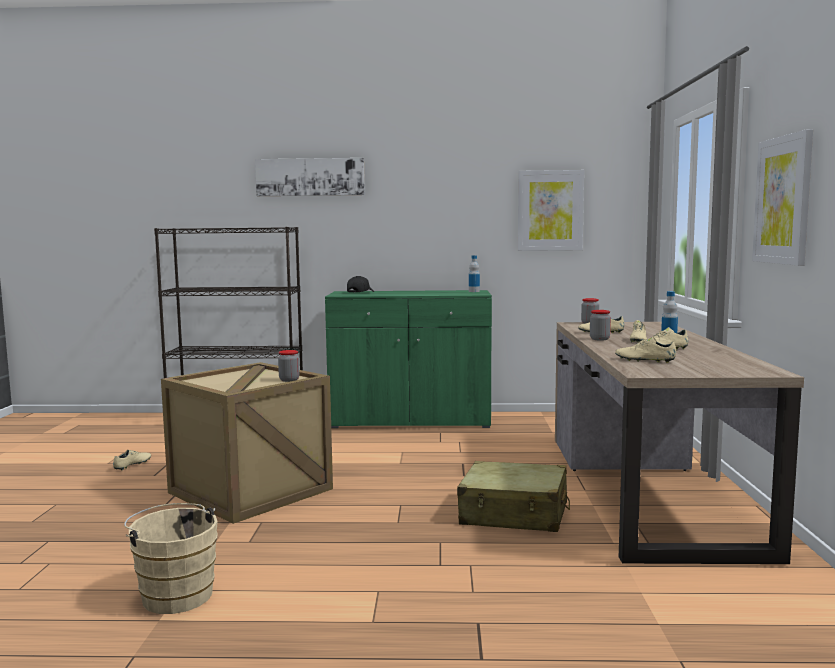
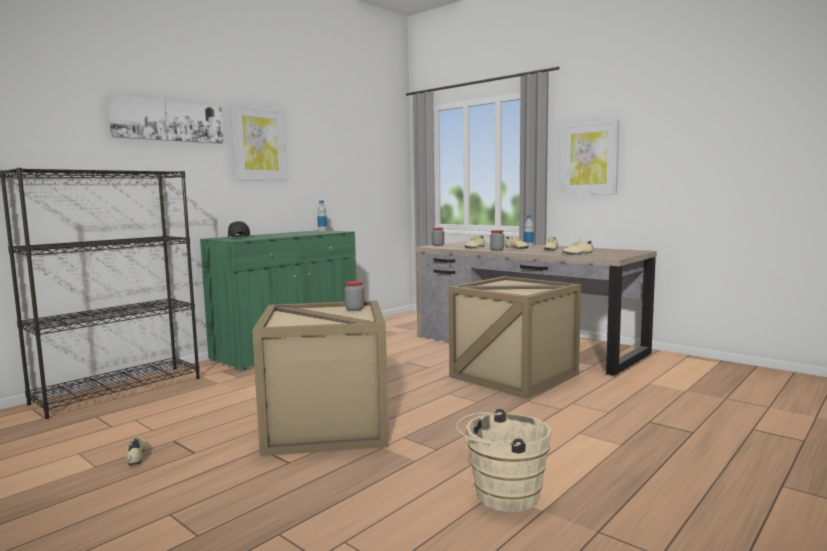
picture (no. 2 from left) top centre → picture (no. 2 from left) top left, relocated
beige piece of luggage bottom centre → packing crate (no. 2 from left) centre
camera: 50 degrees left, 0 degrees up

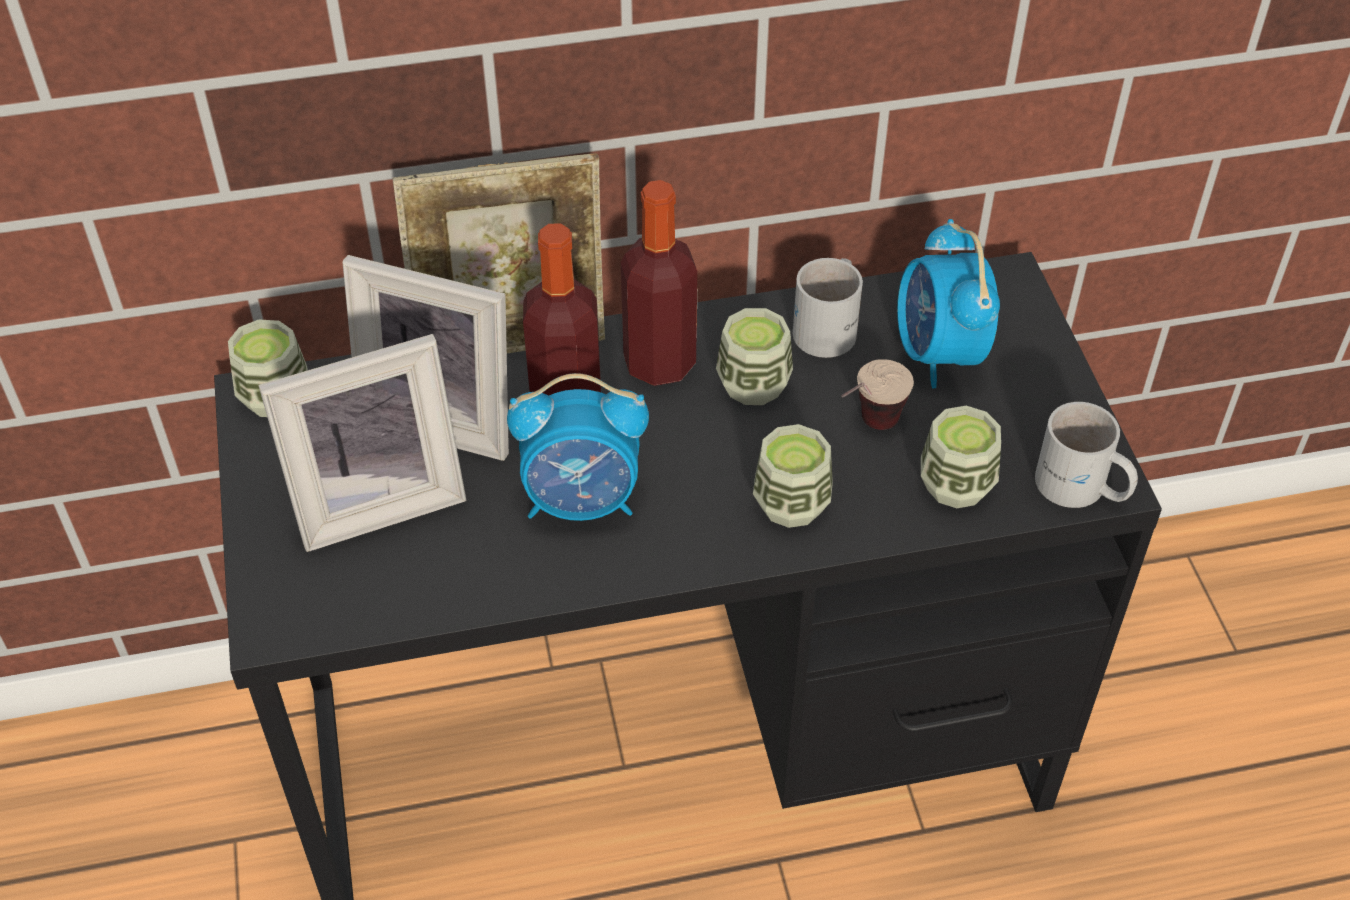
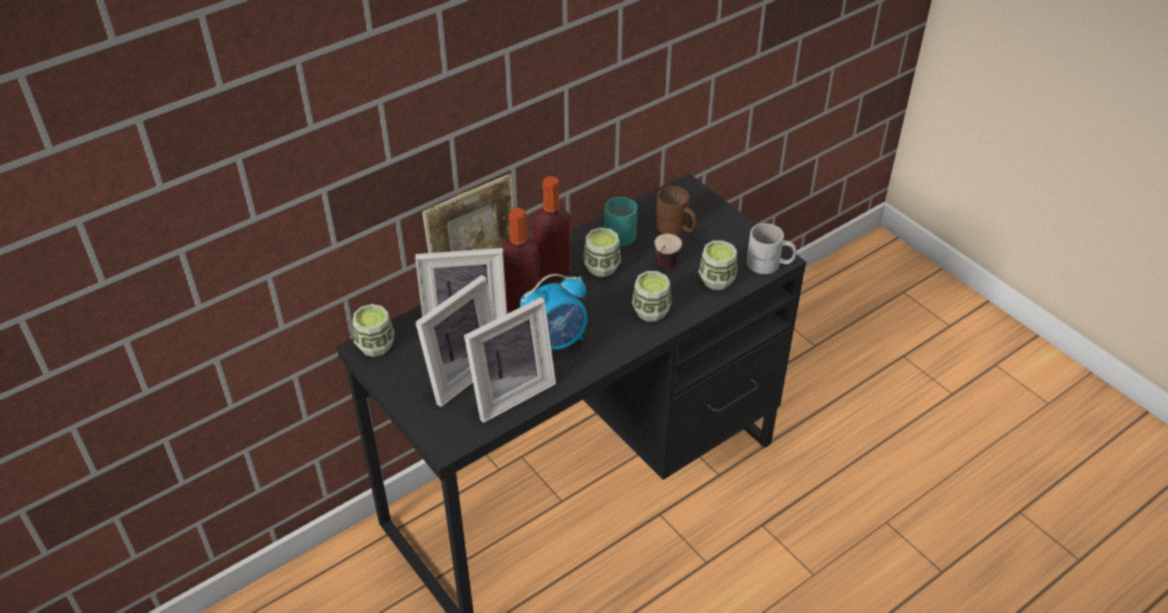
- → standing frame (no. 4 from left) centre
alarm clock (no. 2 from left) middle right → brownish coffee mug centre
white-coloured coffee mug (no. 1 from left) centre → turquoise coffee mug centre
camera: 25 degrees left, 5 degrees down

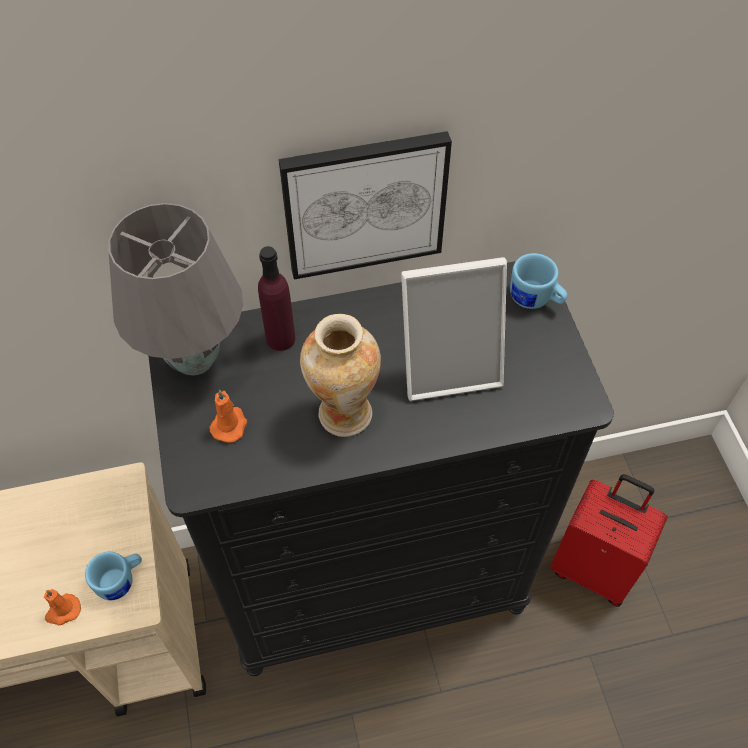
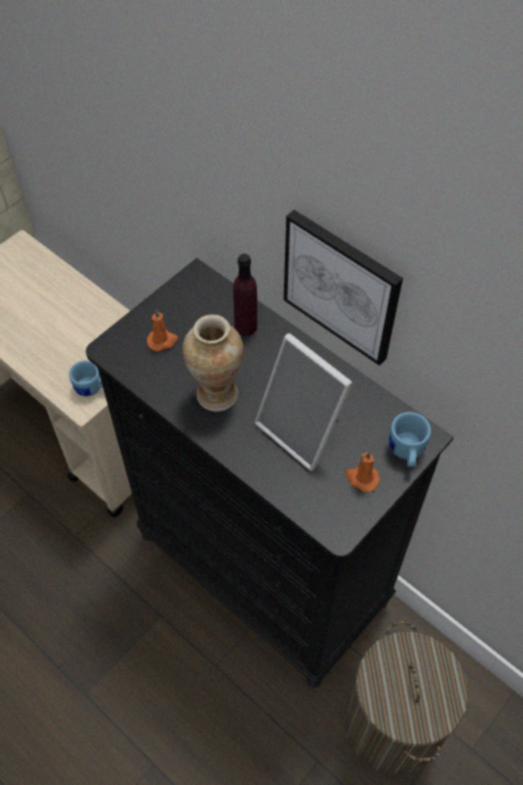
gray lamp for a table middle left → -
orange wax light (no. 1 from left in the first image) bottom left → orange wax light (no. 2 from left) middle right, relocated
red piece of luggage bottom right → hamper bottom right
camera: 55 degrees right, 0 degrees up

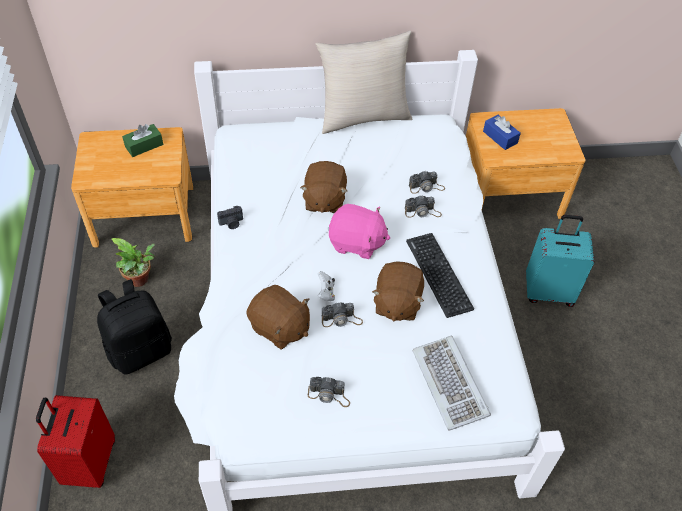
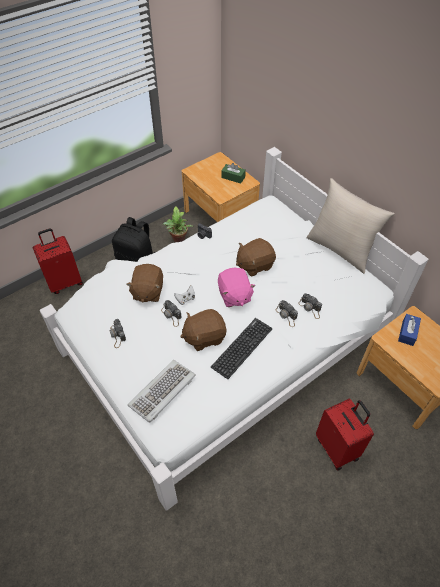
turquoise piece of luggage middle right → red piece of luggage (no. 2 from left) bottom right
camera: 60 degrees right, 0 degrees up

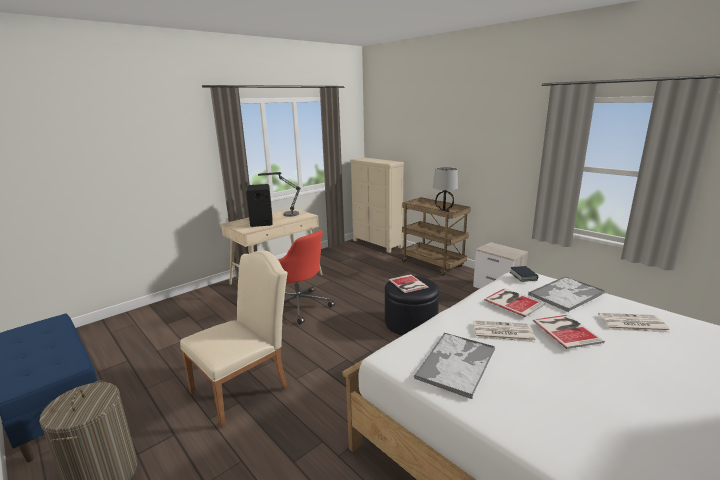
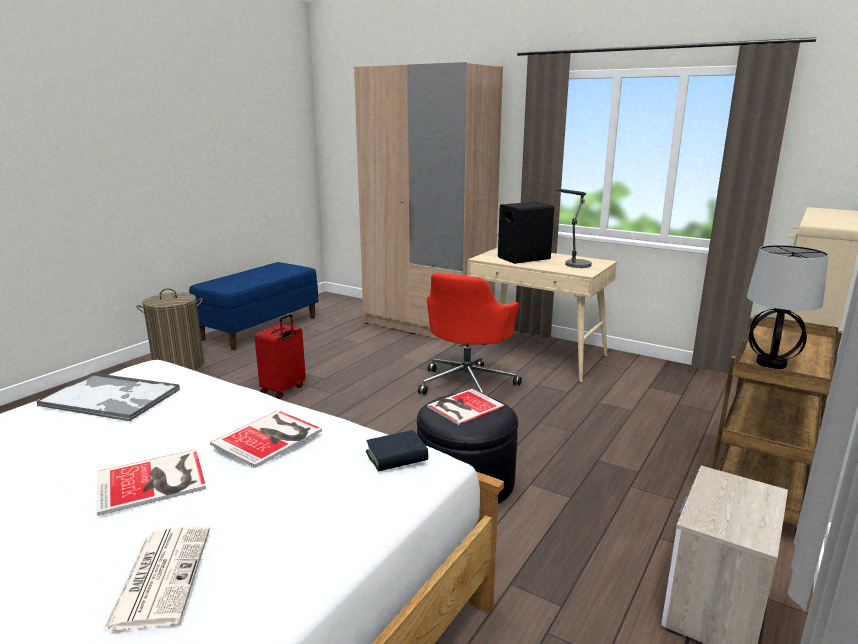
printed paper (no. 1 from left) bottom right → -
carrying tray (no. 2 from left) middle right → -
- → beige armoire top centre
beige upright chair bottom left → red piece of luggage middle left
camera: 75 degrees right, 0 degrees up

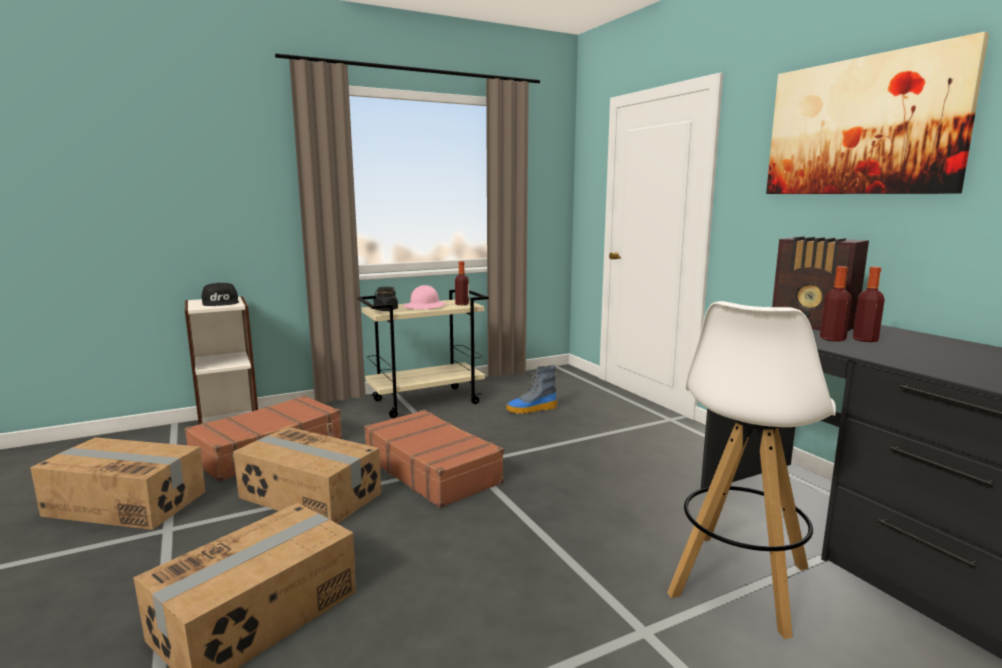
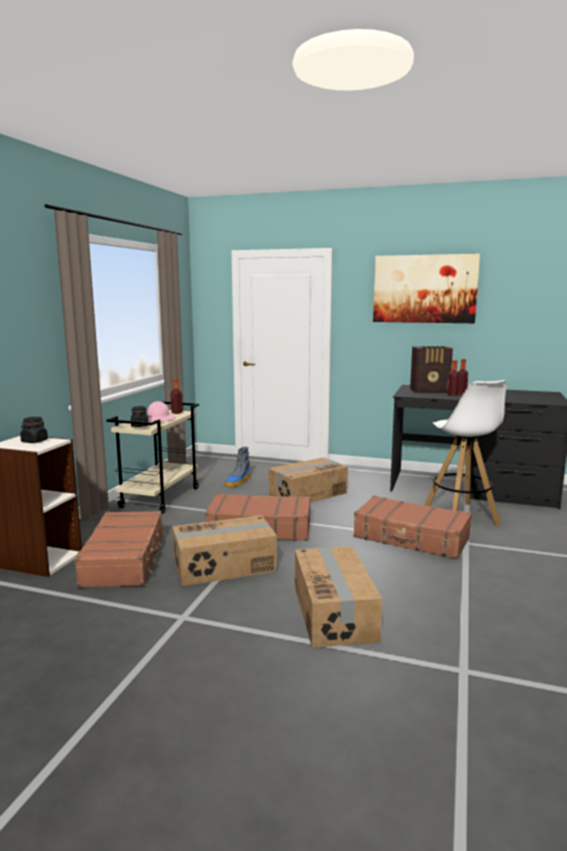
- → brownish piece of luggage (no. 3 from left) middle right
cardboard box (no. 1 from left in the first image) bottom left → cardboard box (no. 2 from left) centre, relocated
black baseball cap middle left → black preserve jar (no. 1 from left) middle left
camera: 45 degrees left, 0 degrees up

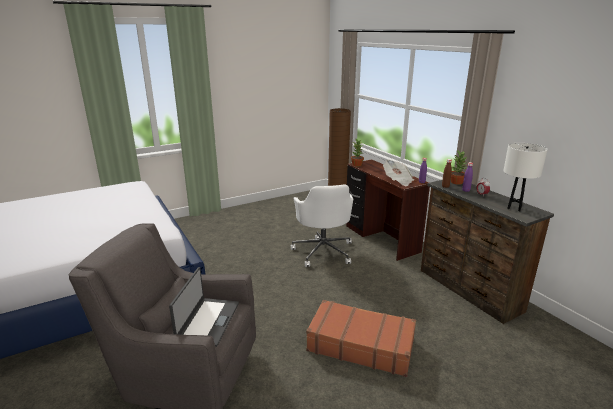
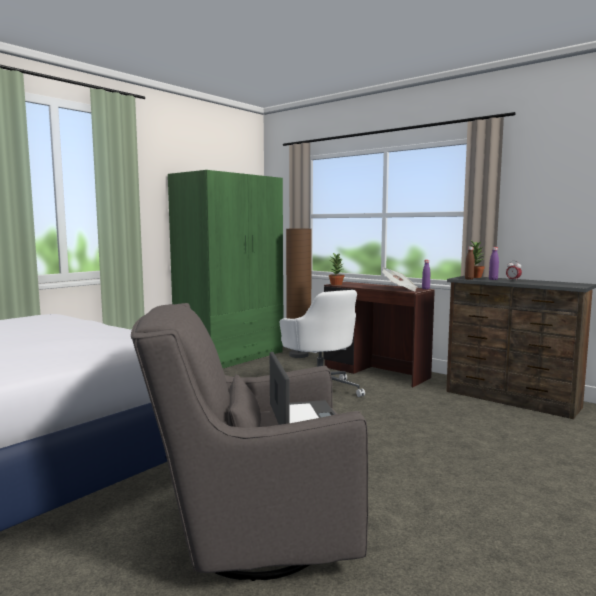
brownish piece of luggage bottom centre → -
white-coloured lamp for a table middle right → -
- → greenish armoire centre
camera: 20 degrees left, 15 degrees down

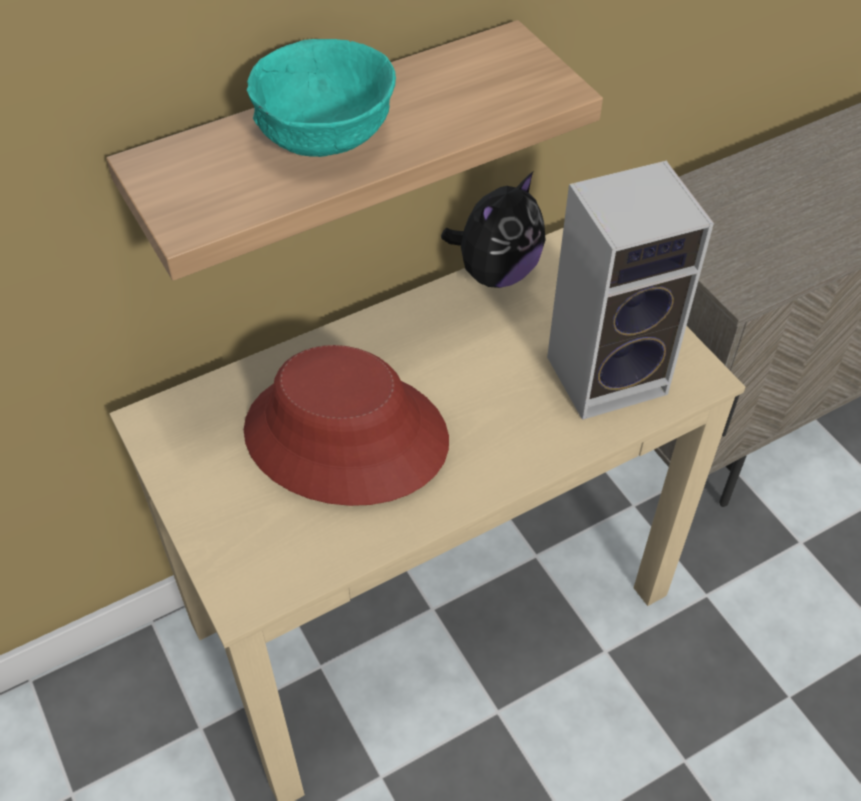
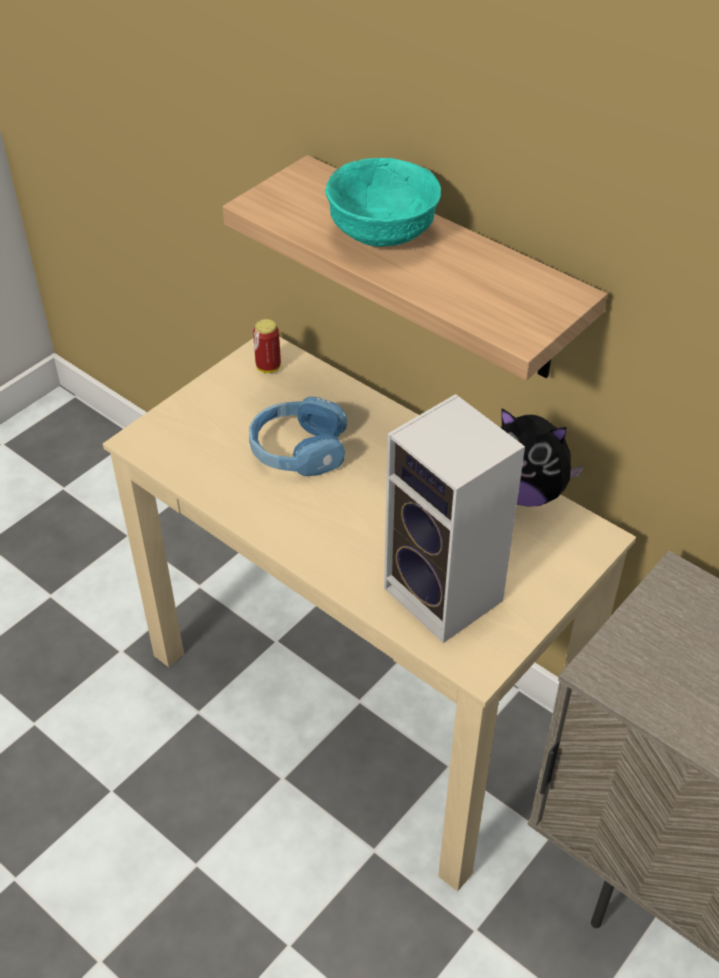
- → can centre
red wearable hat centre → blue-coloured headphones centre
camera: 70 degrees right, 5 degrees down

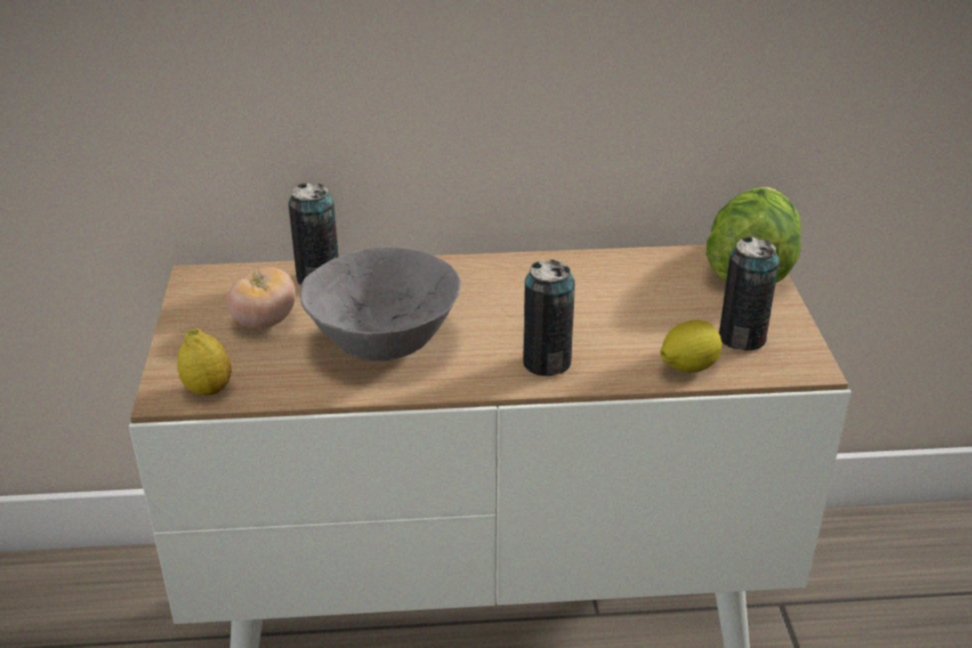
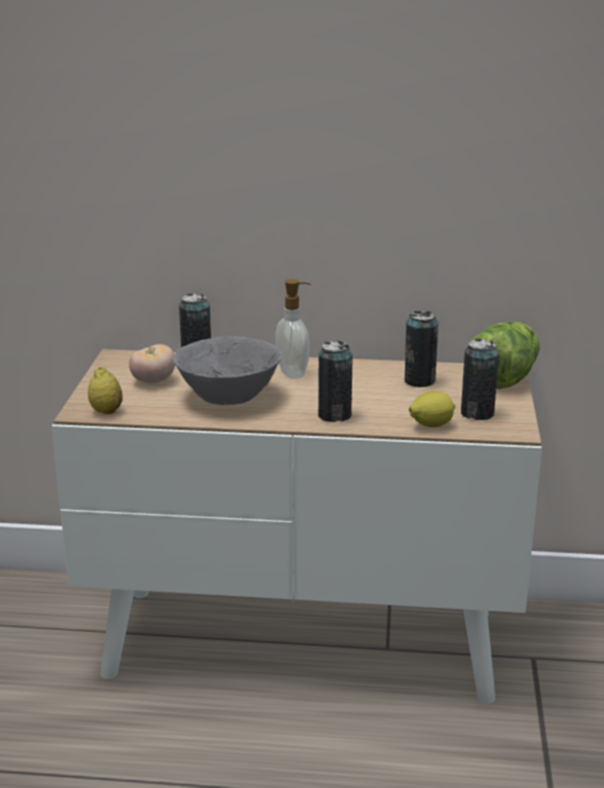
- → liquid soap bottle centre
- → can (no. 3 from left) middle right
camera: 10 degrees right, 10 degrees down

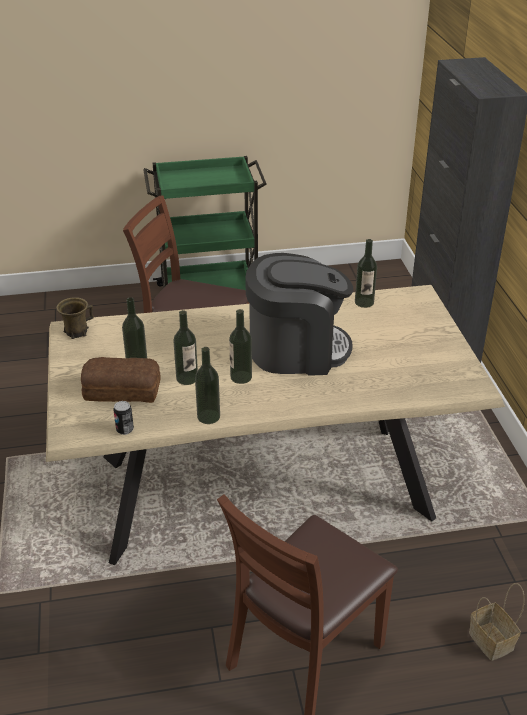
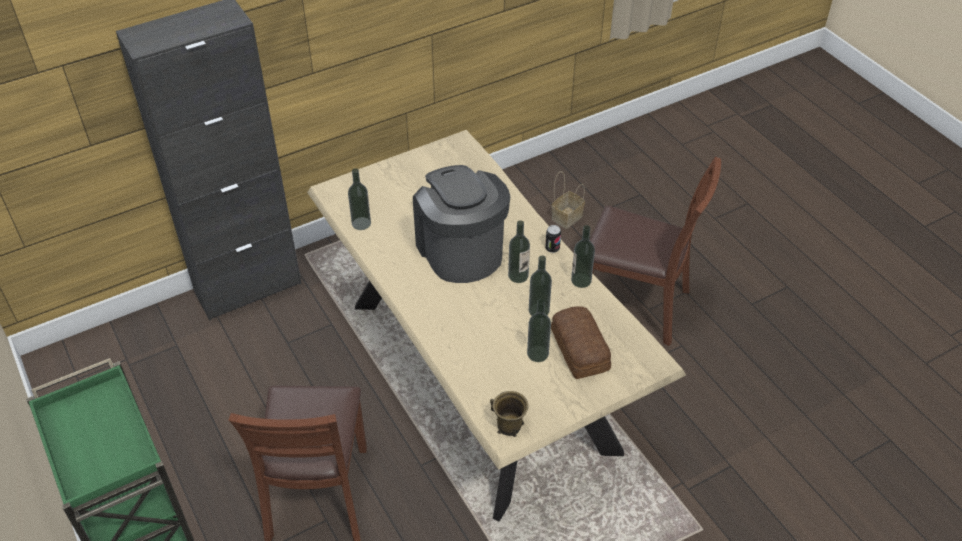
can middle left → can centre, relocated
camera: 110 degrees left, 10 degrees up

